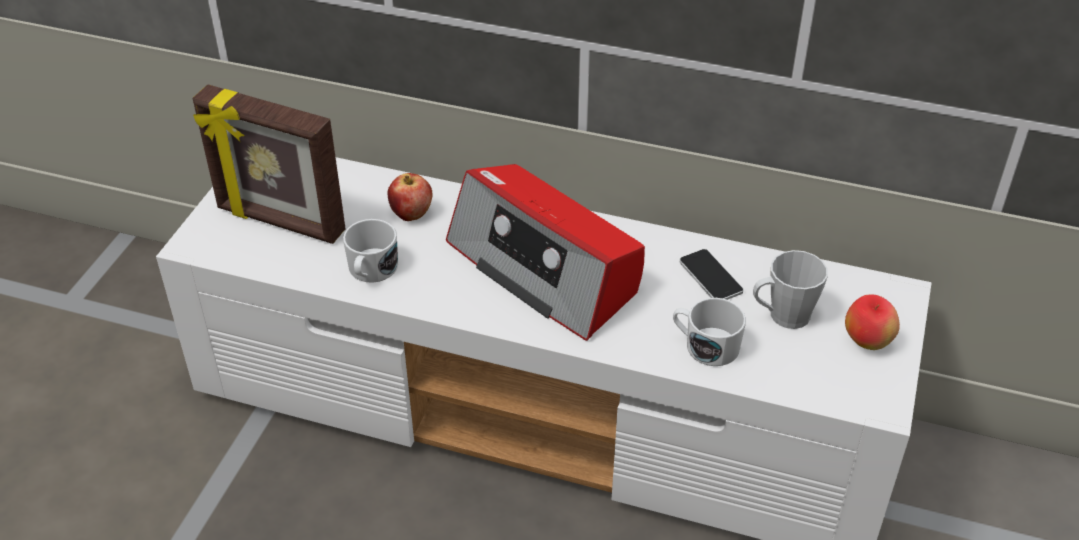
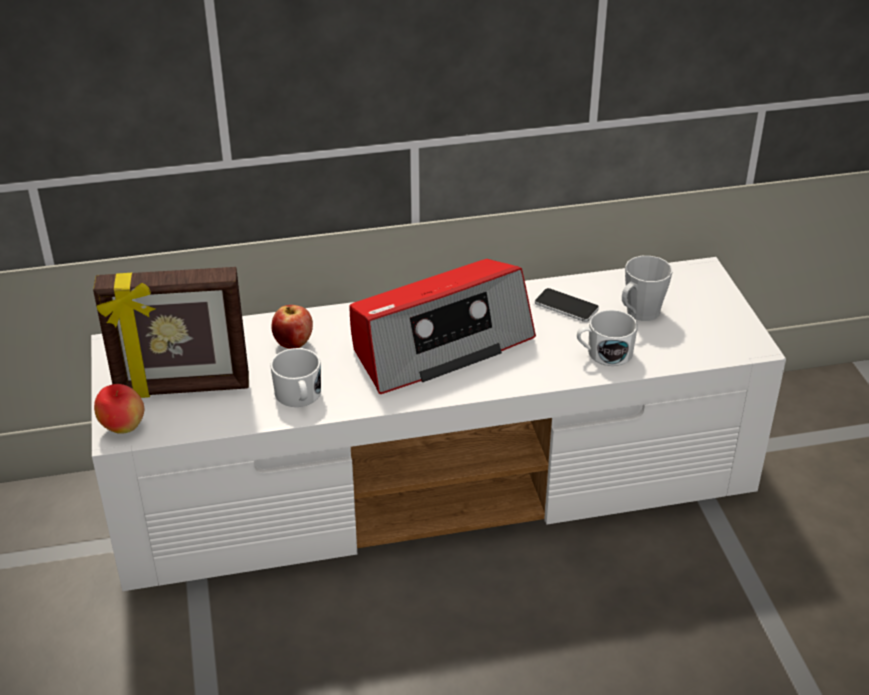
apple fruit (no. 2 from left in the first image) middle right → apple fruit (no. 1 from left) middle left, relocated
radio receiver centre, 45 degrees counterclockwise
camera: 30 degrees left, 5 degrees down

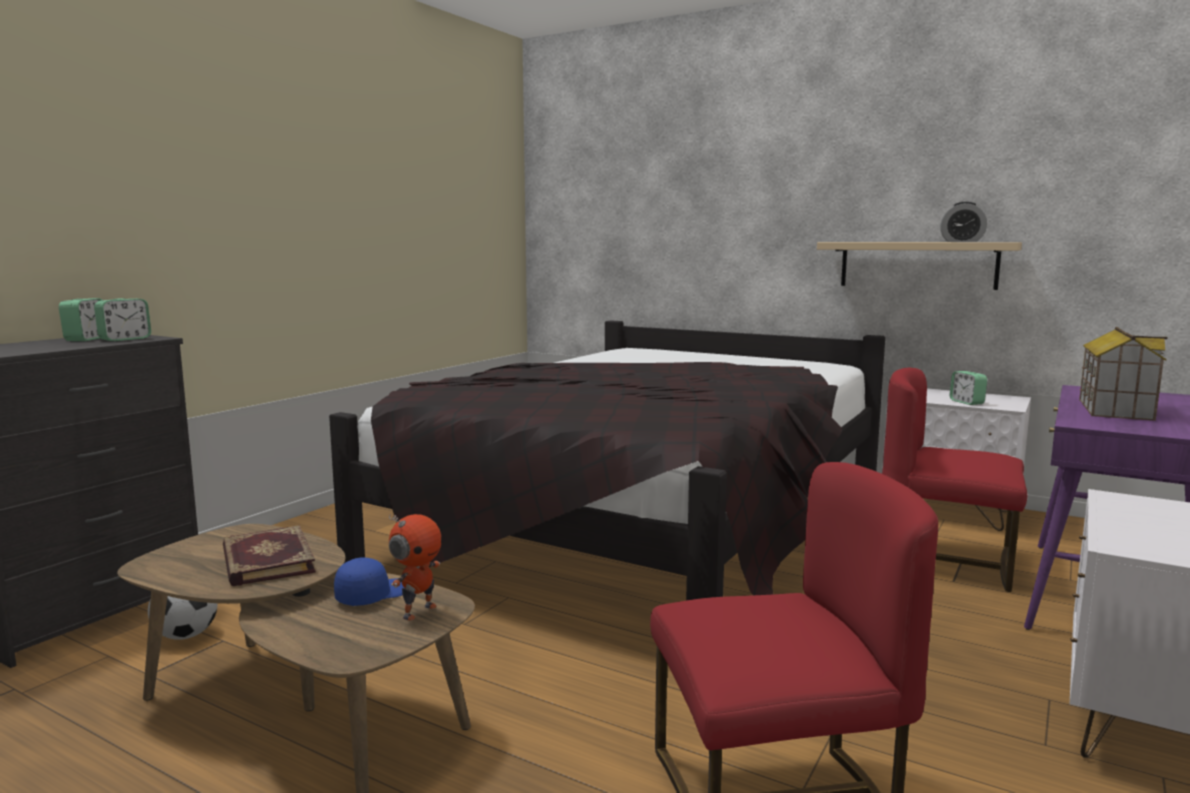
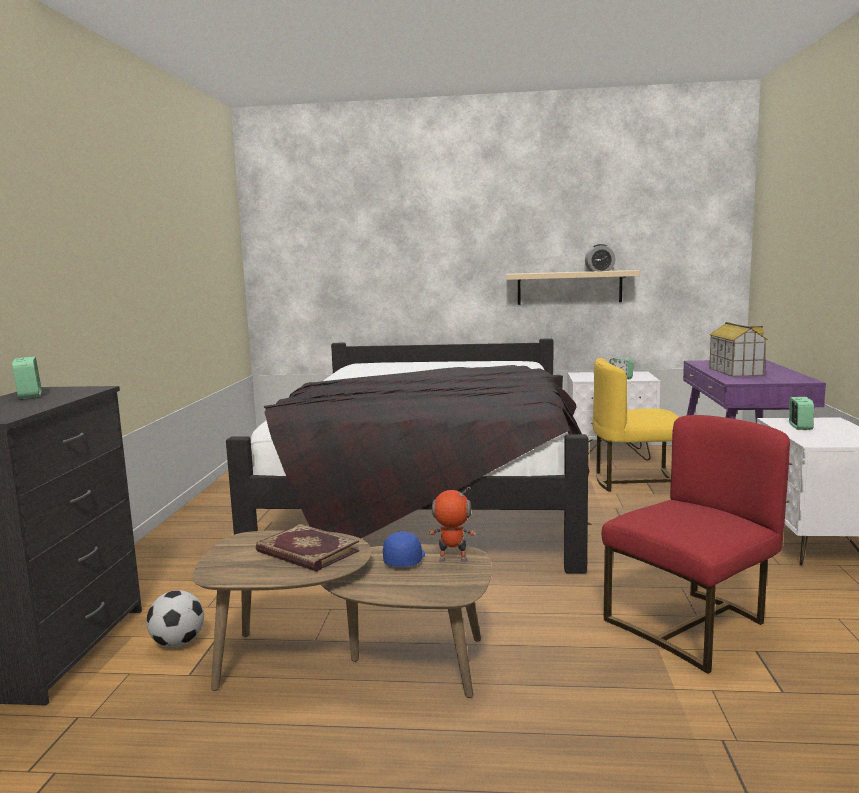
alarm clock (no. 2 from left in the first image) middle left → alarm clock (no. 4 from left) middle right, relocated
red upright chair (no. 2 from left) middle right → yellowish upright chair middle right
robot figure bottom centre → robot figure centre, 90 degrees counterclockwise
camera: 25 degrees left, 0 degrees up

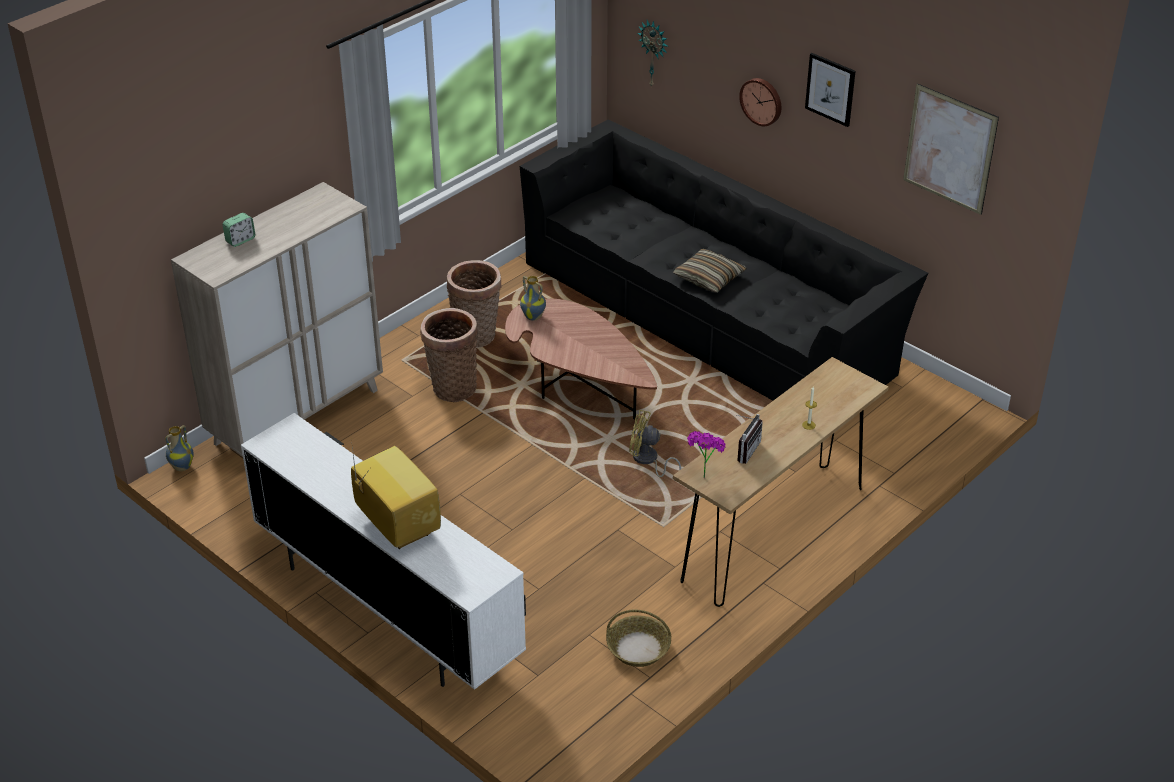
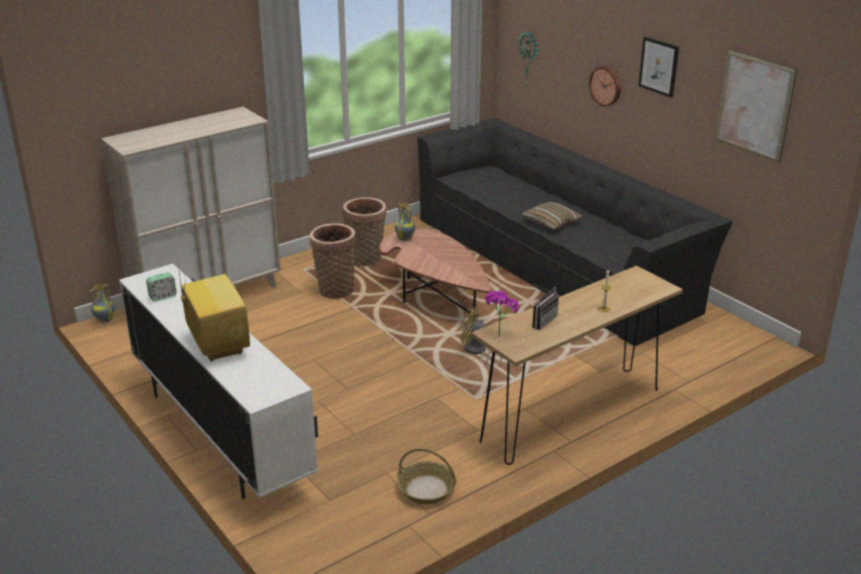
alarm clock top left → alarm clock middle left, relocated
camera: 10 degrees right, 10 degrees down

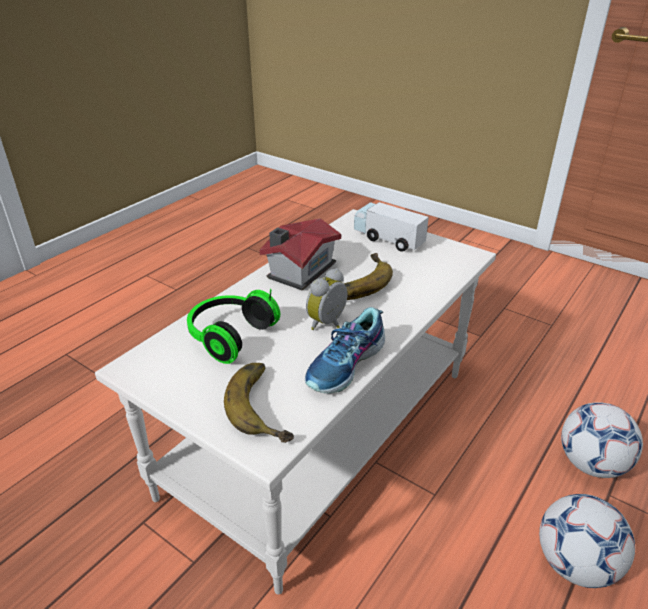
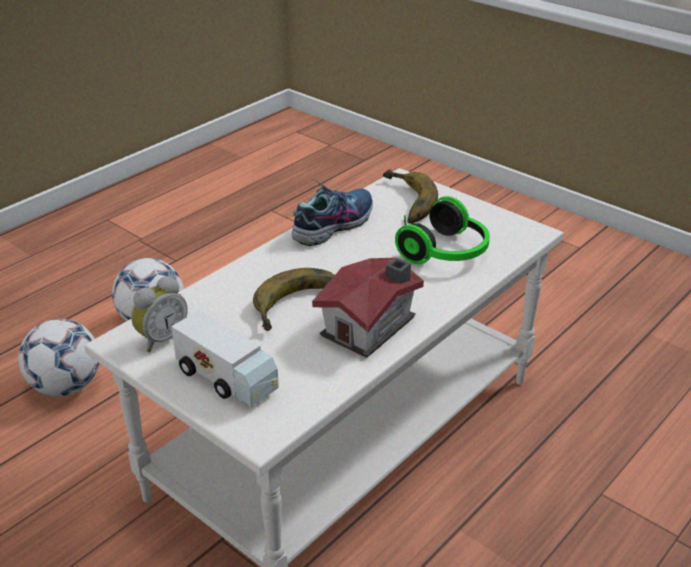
alarm clock centre → alarm clock middle left, relocated
camera: 175 degrees left, 0 degrees up

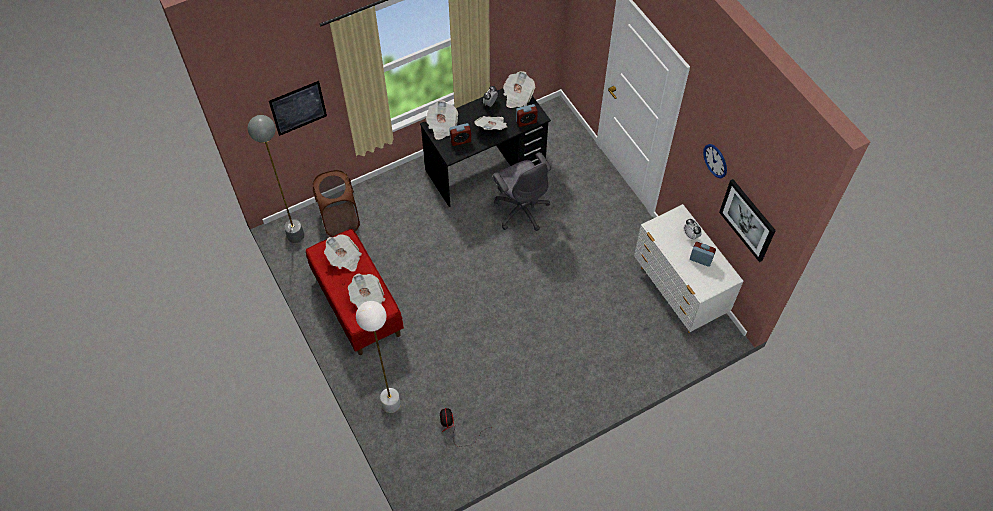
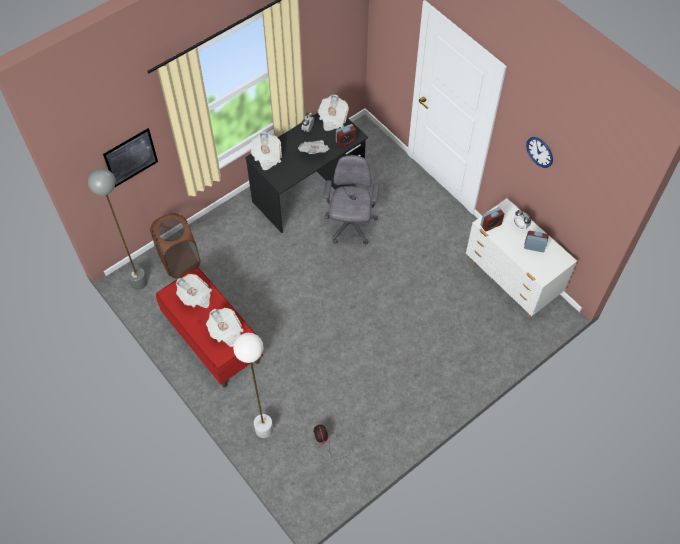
picture (no. 2 from left) middle right → -
alarm clock (no. 1 from left in the first image) top centre → alarm clock (no. 3 from left) middle right, relocated
gray desk chair centre, 135 degrees counterclockwise
camera: 10 degrees left, 0 degrees up

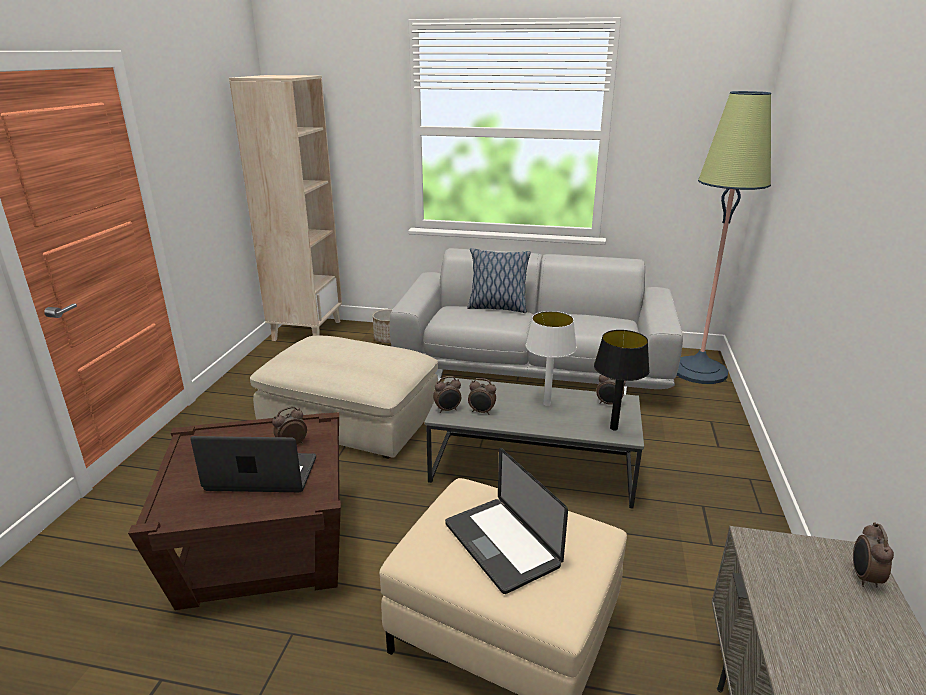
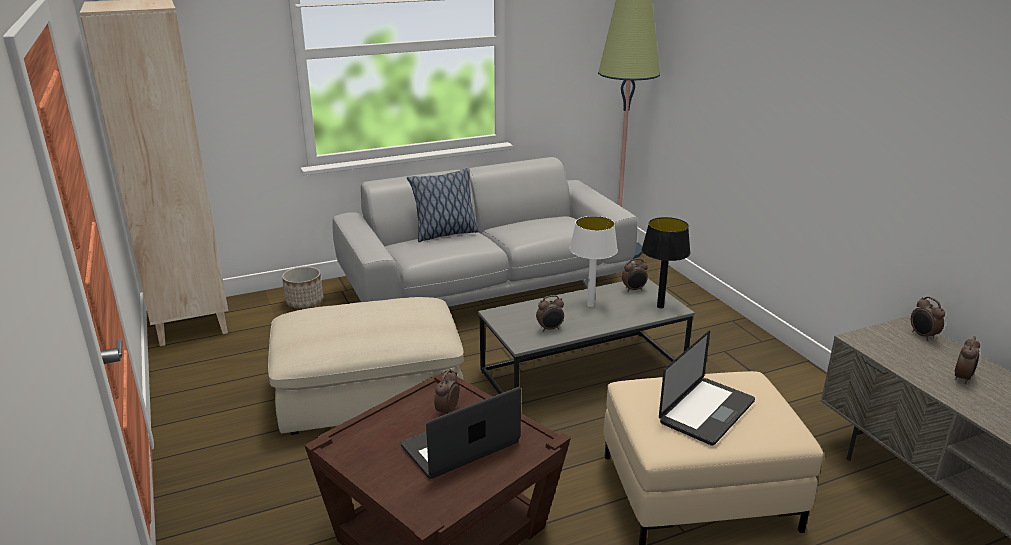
alarm clock (no. 2 from left in the first image) centre → alarm clock (no. 5 from left) middle right, relocated
portable computer (no. 2 from left) bottom centre → portable computer (no. 2 from left) bottom right, 75 degrees counterclockwise
camera: 35 degrees left, 0 degrees up

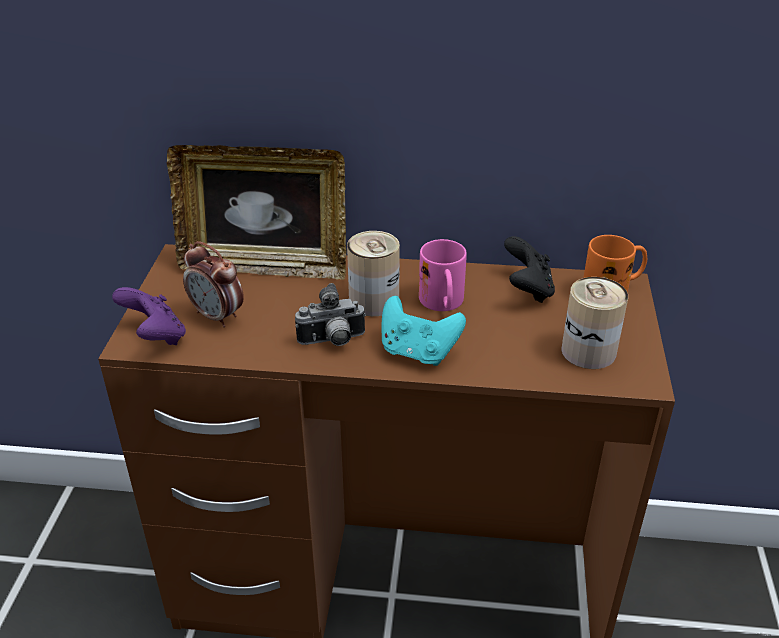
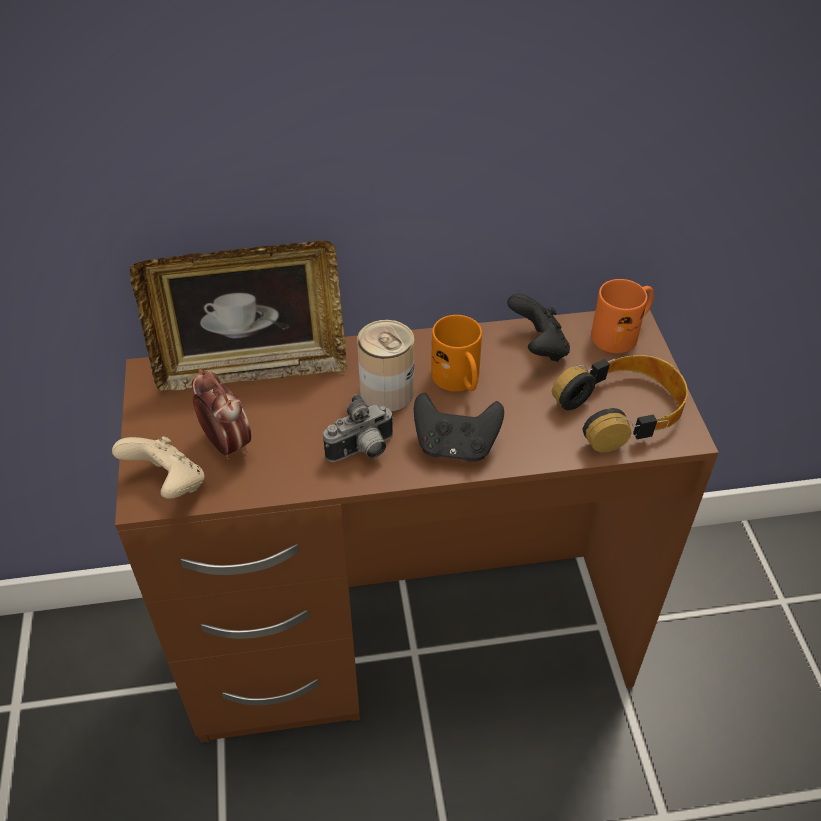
can (no. 2 from left) middle right → headphones middle right
purple-coloured gamepad middle left → beige gamepad middle left
turquoise gamepad centre → black gamepad (no. 1 from left) centre
pink-coloured coffee mug centre → orange coffee mug (no. 1 from left) centre
alarm clock middle left, 150 degrees counterclockwise
camera: 15 degrees left, 10 degrees up

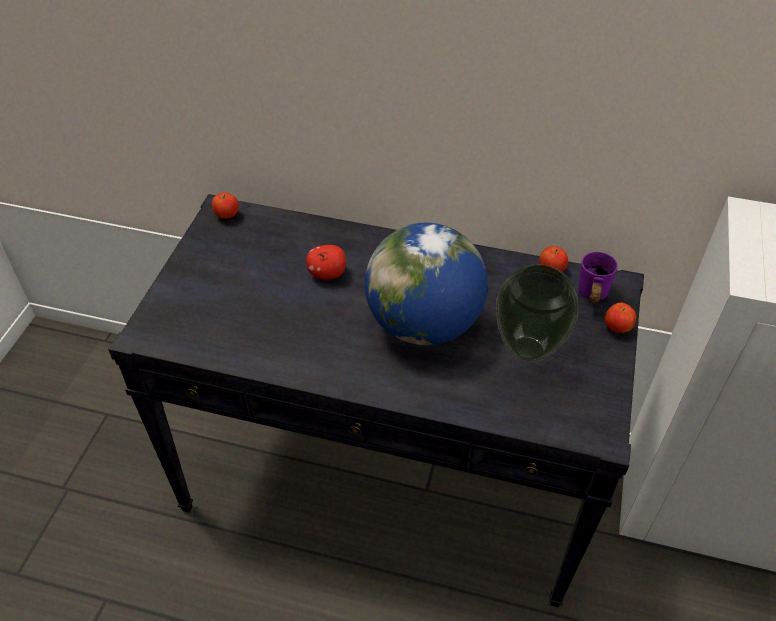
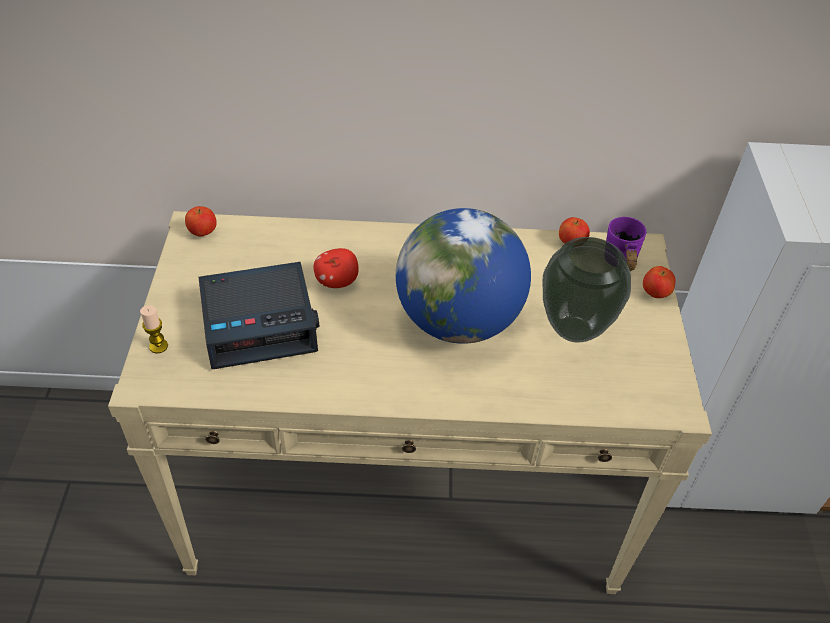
- → wax light middle left
- → alarm clock middle left
black narrow table centre → beige narrow table centre
camera: 15 degrees left, 0 degrees up

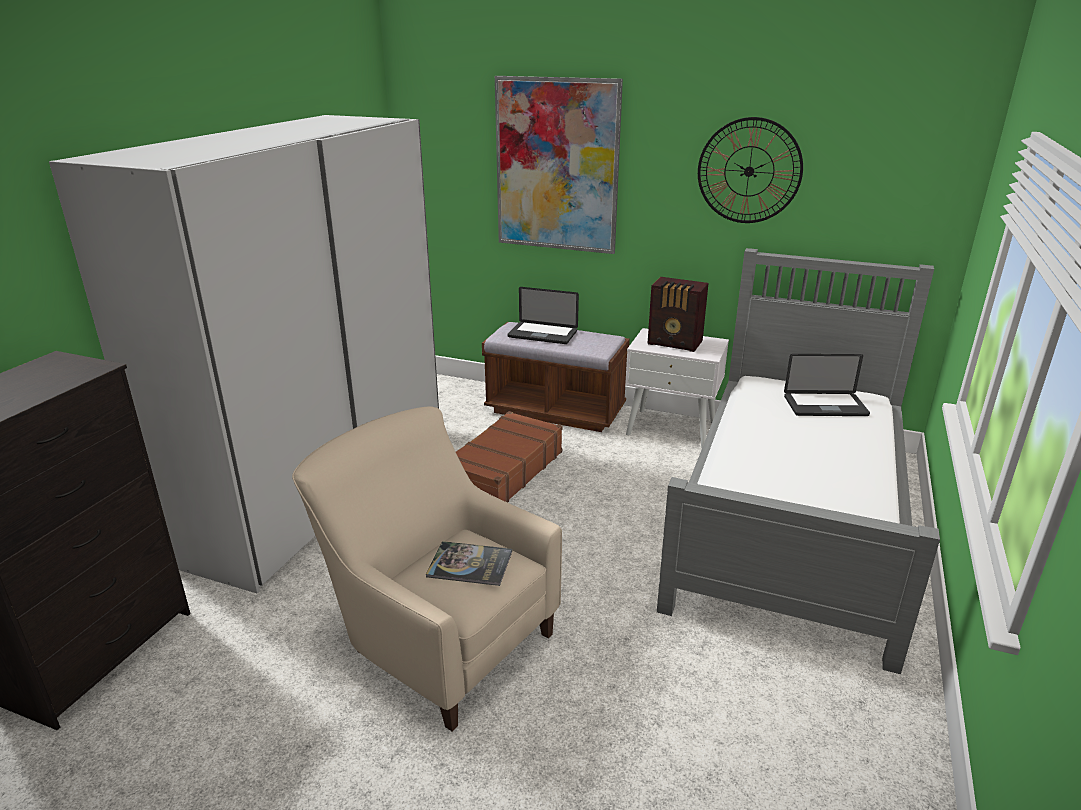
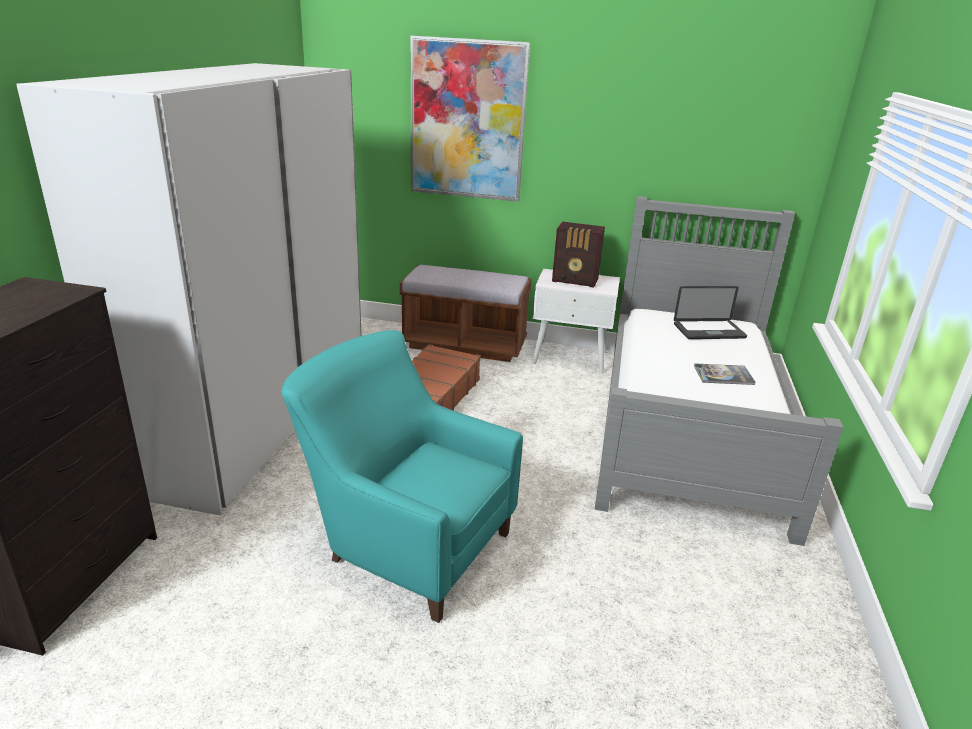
portable computer (no. 1 from left) centre → -
clock on the wall top right → -
bound book bottom centre → bound book middle right, relocated
beige armchair bottom centre → turquoise armchair centre
camera: 10 degrees left, 0 degrees up

